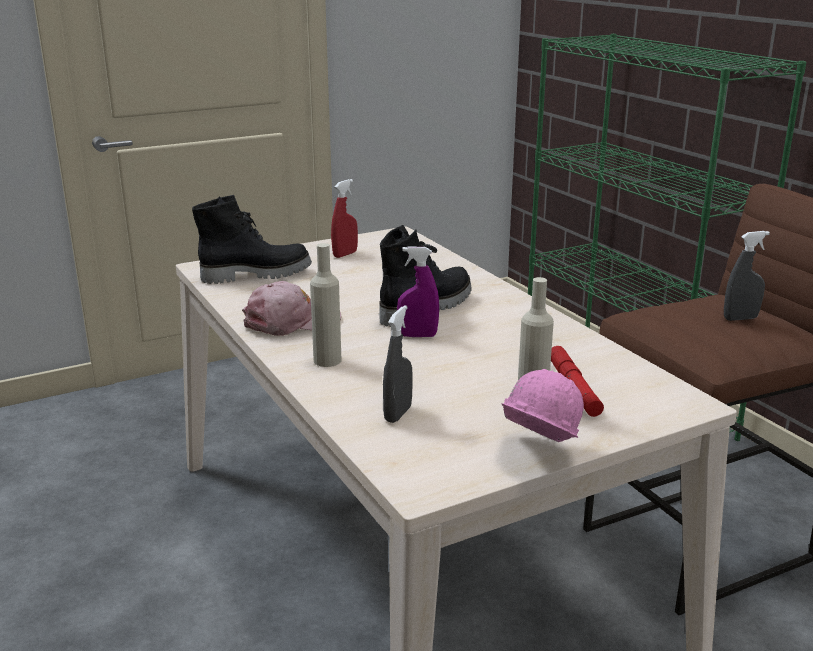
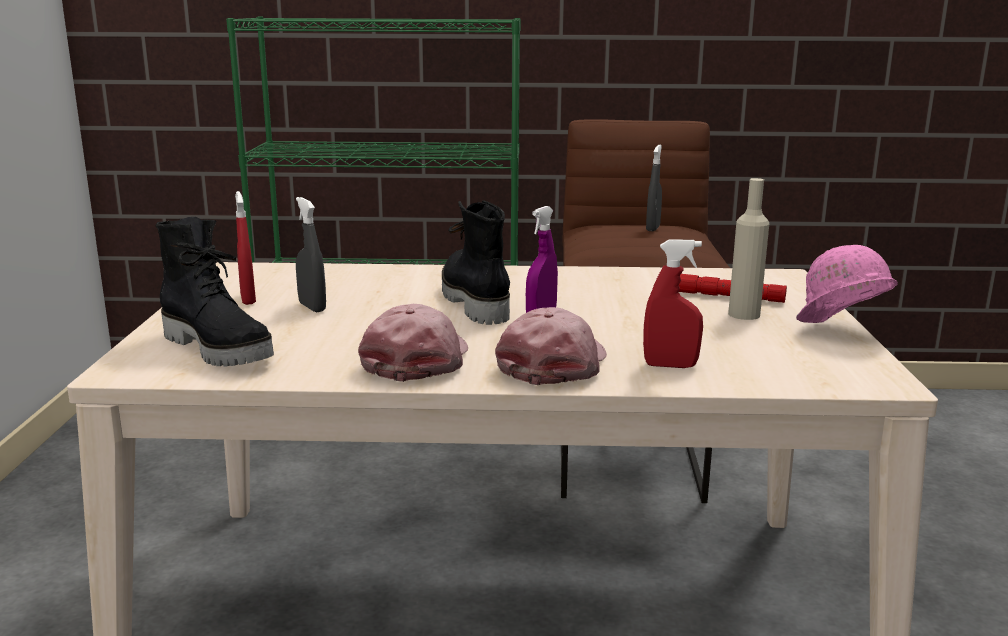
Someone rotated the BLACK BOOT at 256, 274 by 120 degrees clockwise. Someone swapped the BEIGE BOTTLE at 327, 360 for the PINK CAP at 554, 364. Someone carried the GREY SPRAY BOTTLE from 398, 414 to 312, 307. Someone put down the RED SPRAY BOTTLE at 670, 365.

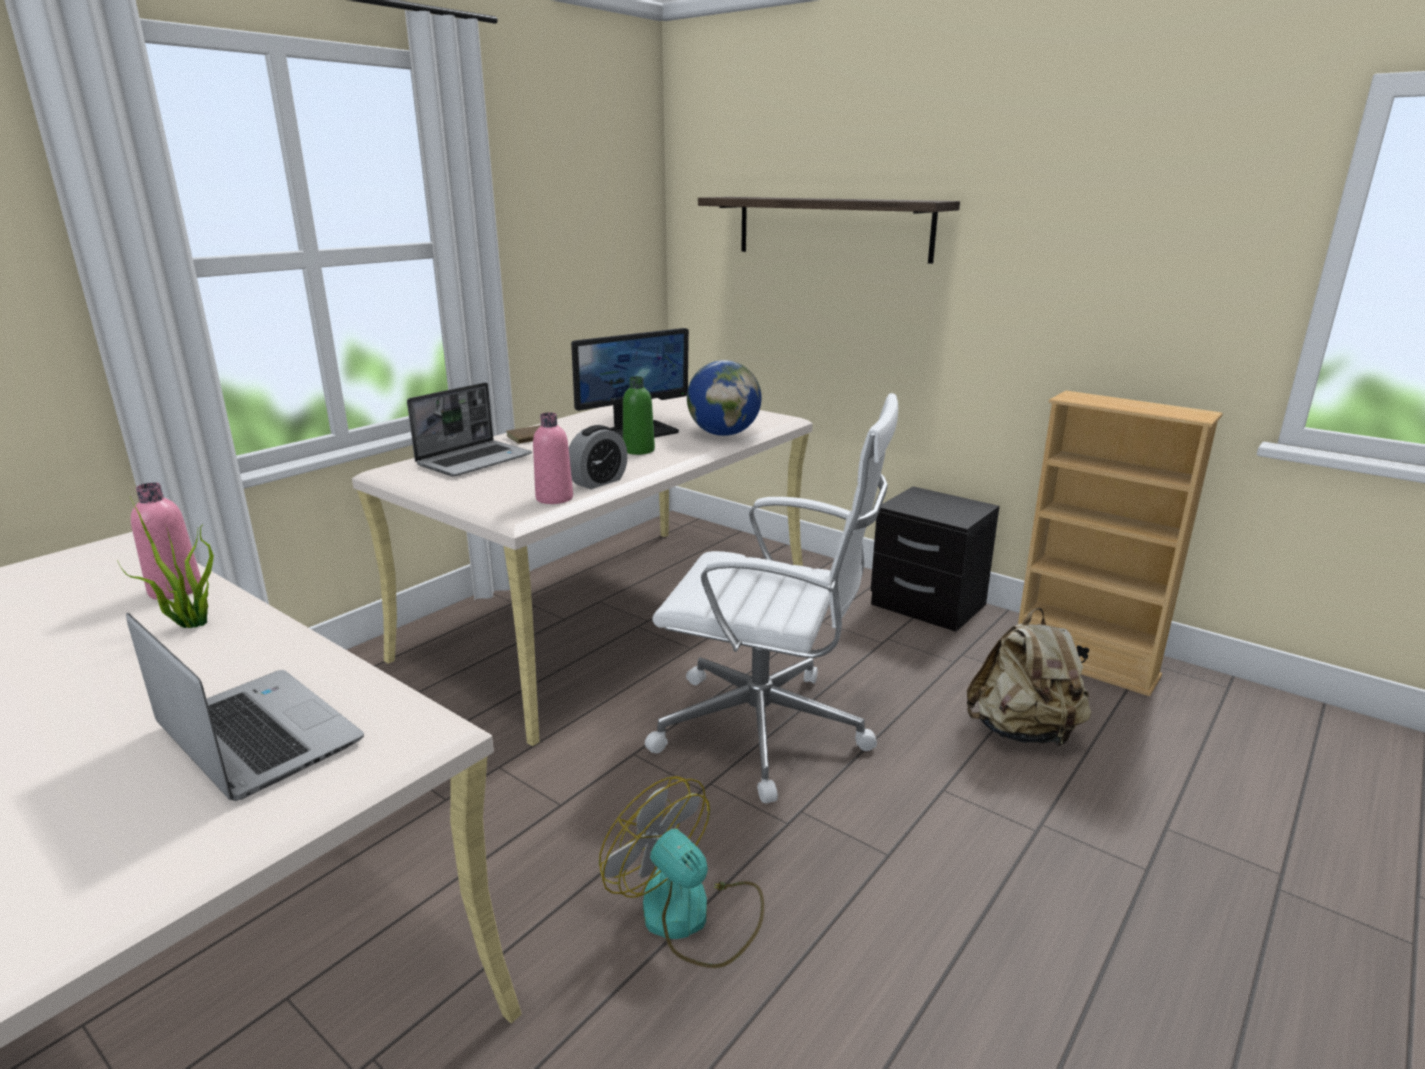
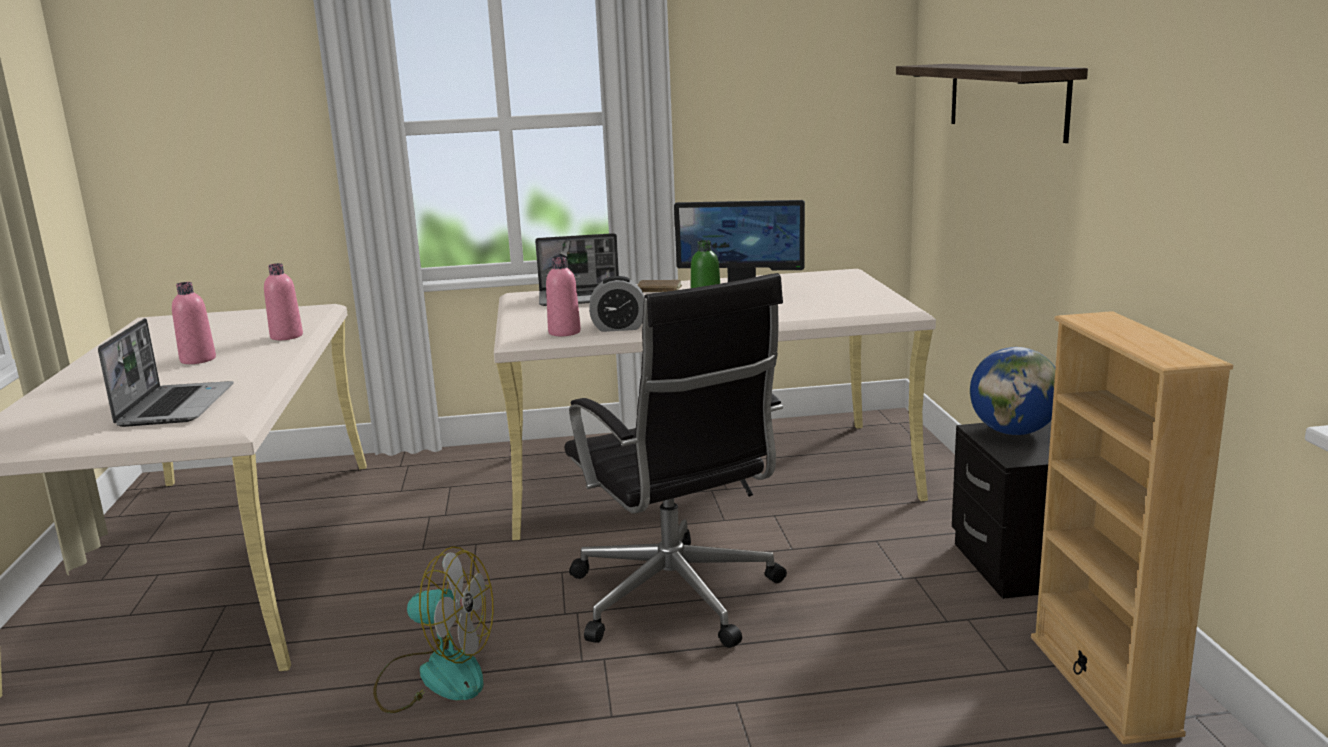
Someone took away the POTTED PLANT at 190, 624. Someone rotated the FAN at 690, 915 by 105 degrees clockwise. Someone repainted the WHITE OFFICE CHAIR at 768, 731, which became the BLACK OFFICE CHAIR at 676, 599. Someone carried the GLOBE from 723, 434 to 1012, 432. Someone took away the BEIGE BACKPACK at 1023, 732. Someone put down the PINK BOTTLE at 198, 360.

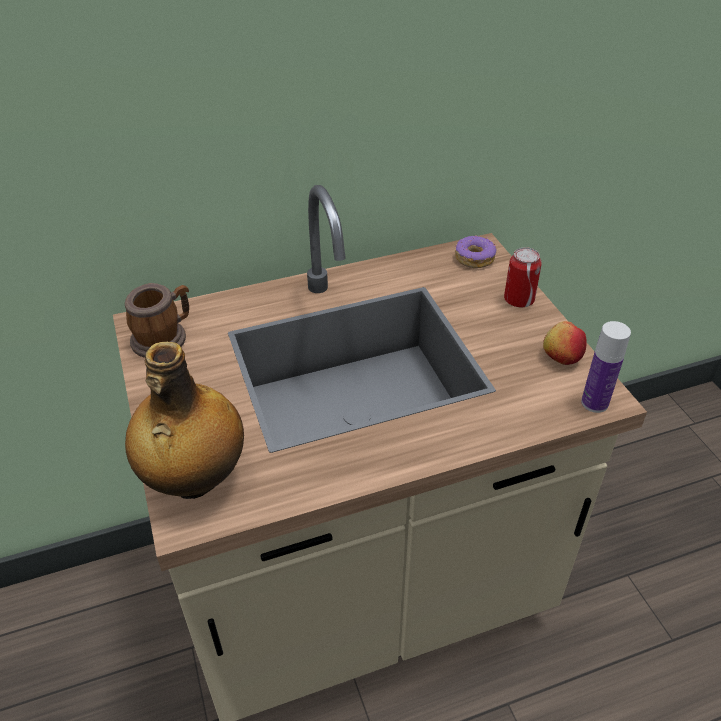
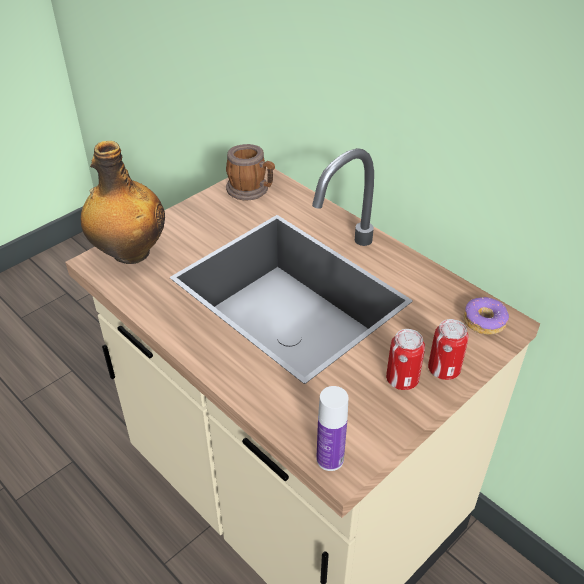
Someone took away the APPLE at 561, 356. Someone put down the CAN at 402, 379.

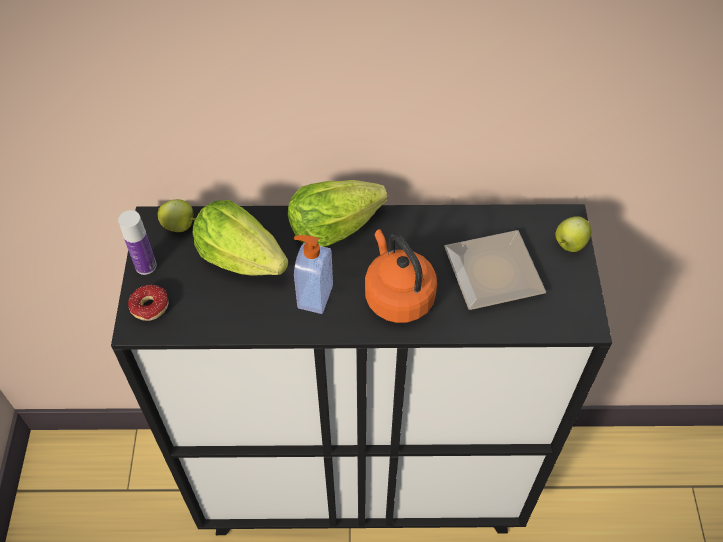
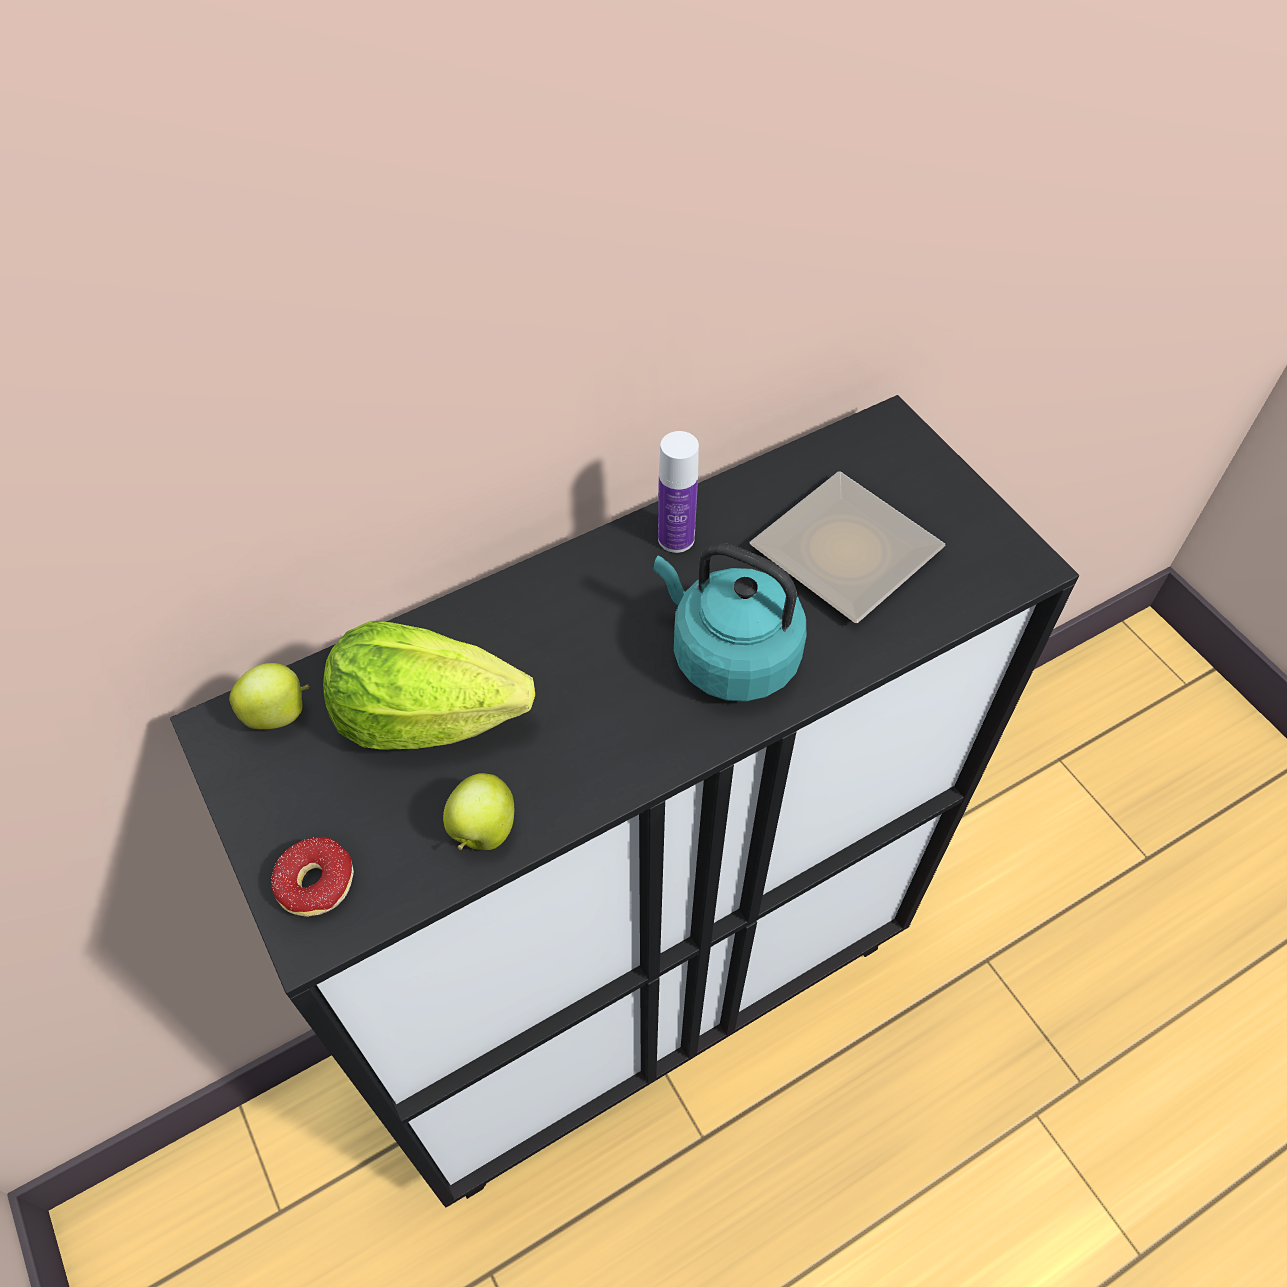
Someone carried the BOTTLE from 146, 266 to 676, 538. Someone took away the LETTUCE at 333, 228. Someone took away the SOAP DISPENSER at 314, 296. Someone repainted the ORANGE KETTLE at 397, 295, which became the TURQUOISE KETTLE at 728, 655. Someone carried the APPLE from 569, 244 to 483, 831.

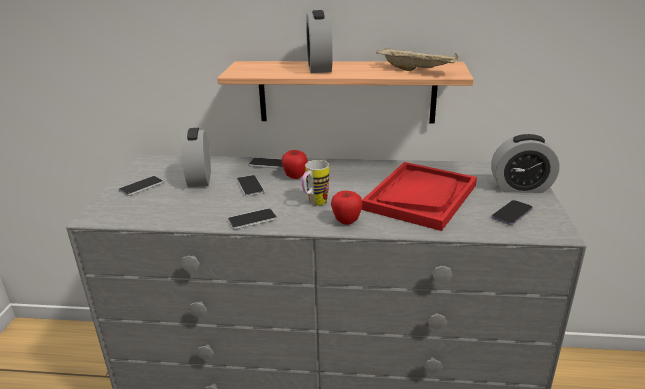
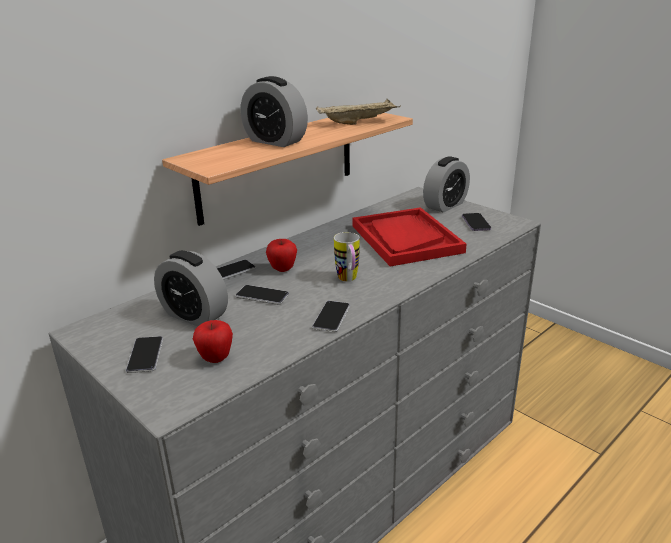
Someone carried the APPLE from 346, 221 to 215, 358.

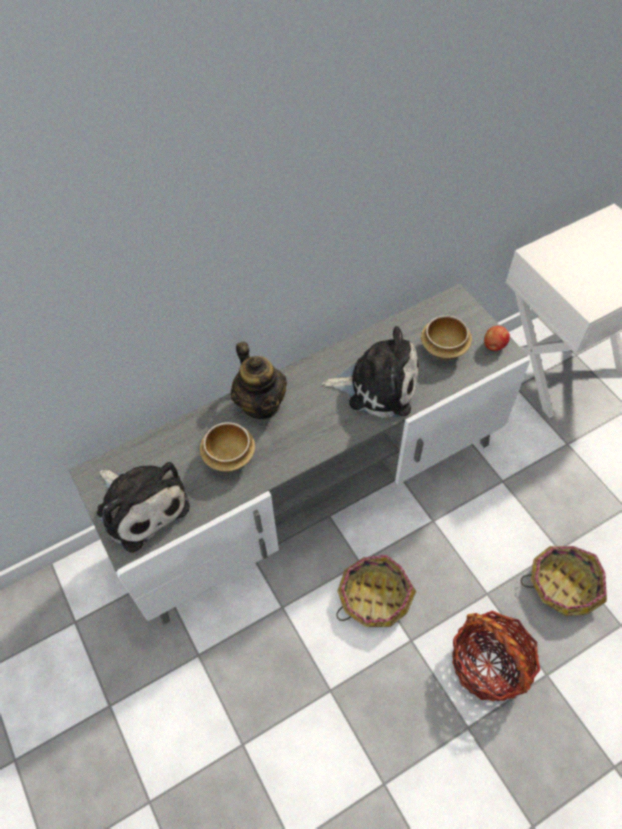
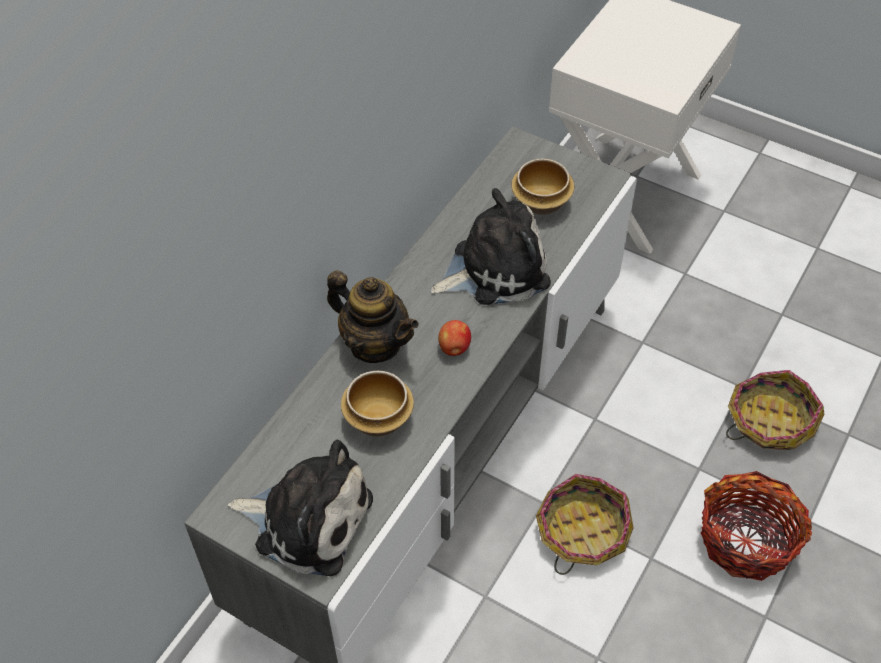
Someone carried the APPLE from 494, 346 to 454, 348.

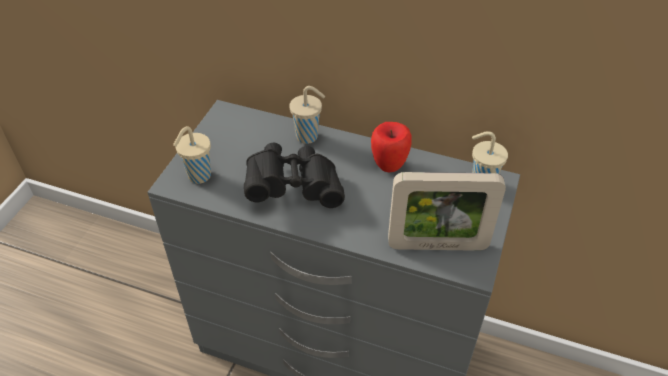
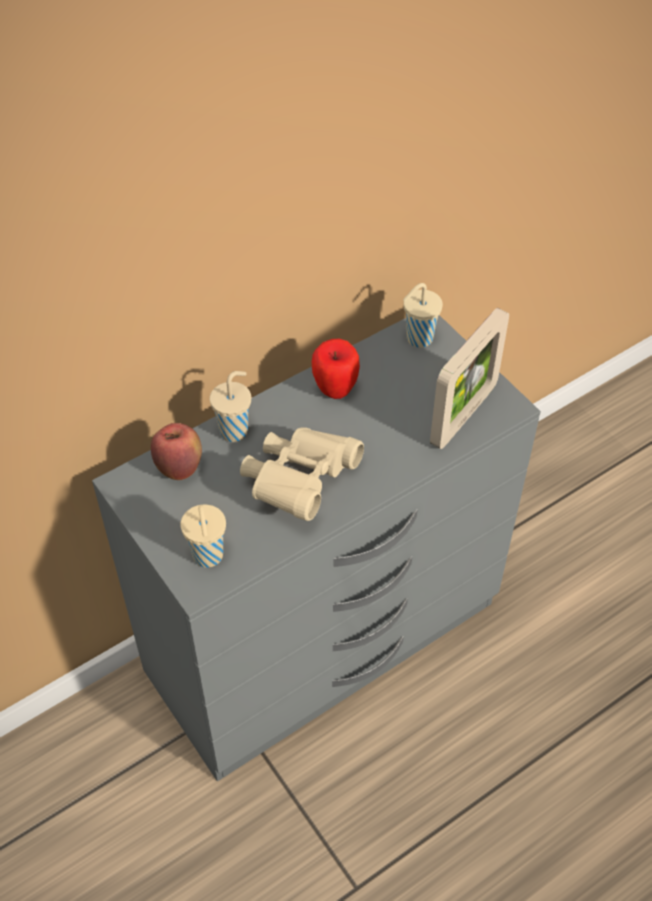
Someone repainted the BLACK BINOCULARS at 294, 188, which became the BEIGE BINOCULARS at 299, 482. Someone put down the APPLE at 179, 468.

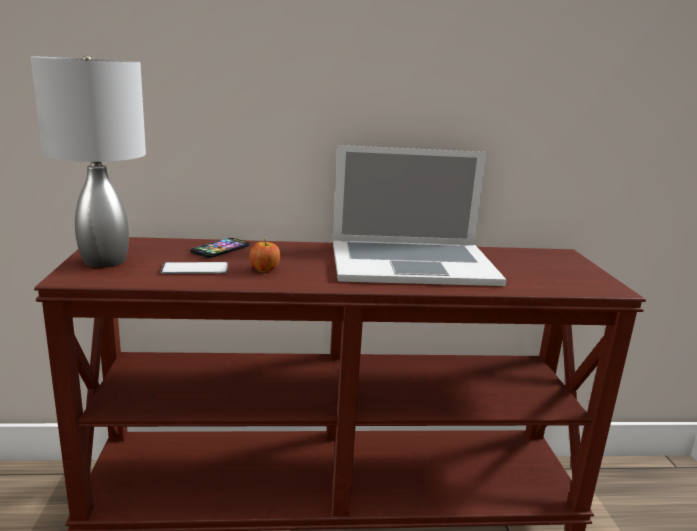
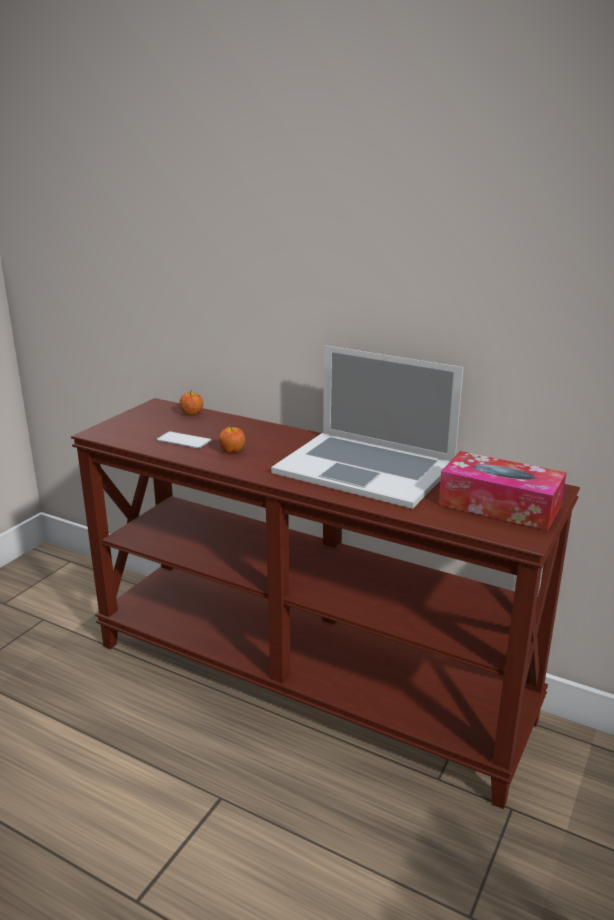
Someone took away the GREY TABLE LAMP at 106, 261. Someone took away the PHONE at 220, 249. Someone put down the APPLE at 191, 413. Someone put down the TISSUE BOX at 499, 505.

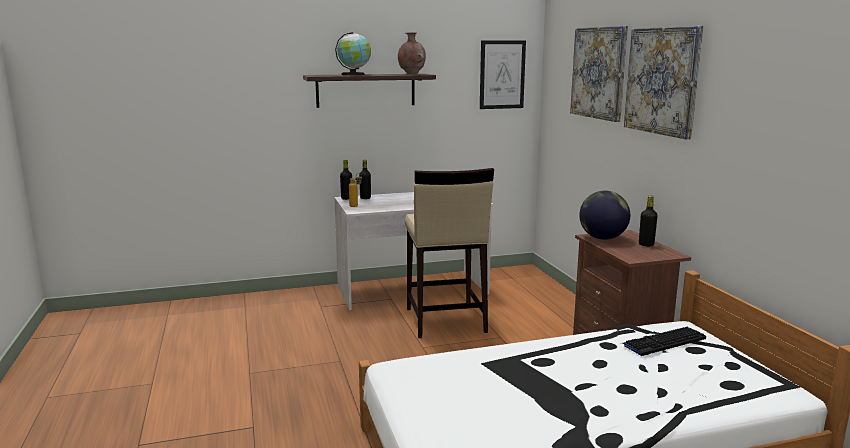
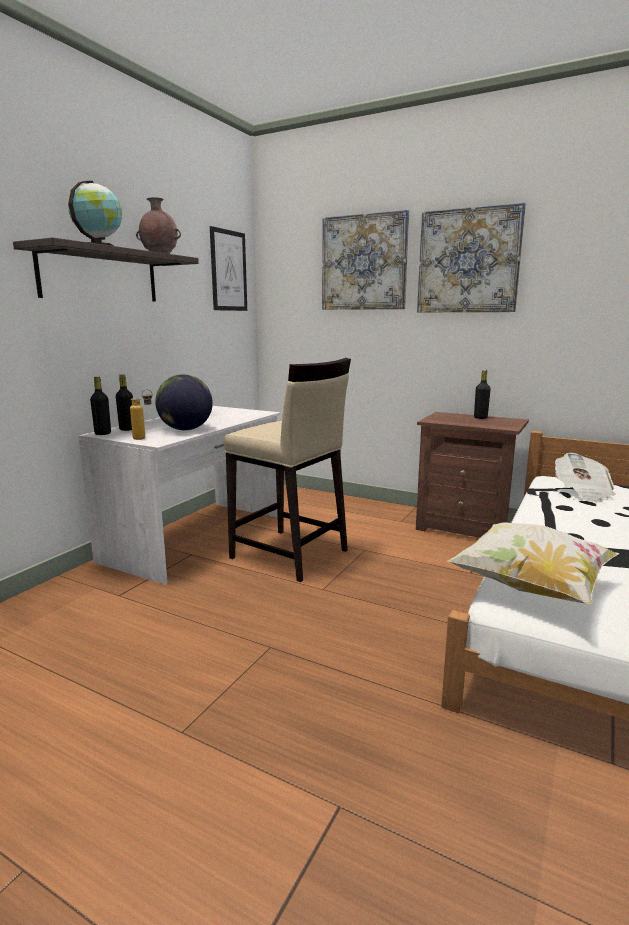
Someone carried the GLOBE from 602, 238 to 185, 429. Someone swapped the KEYBOARD at 663, 342 for the NEWSPAPER at 582, 492. Someone put down the PILLOW at 530, 587.

